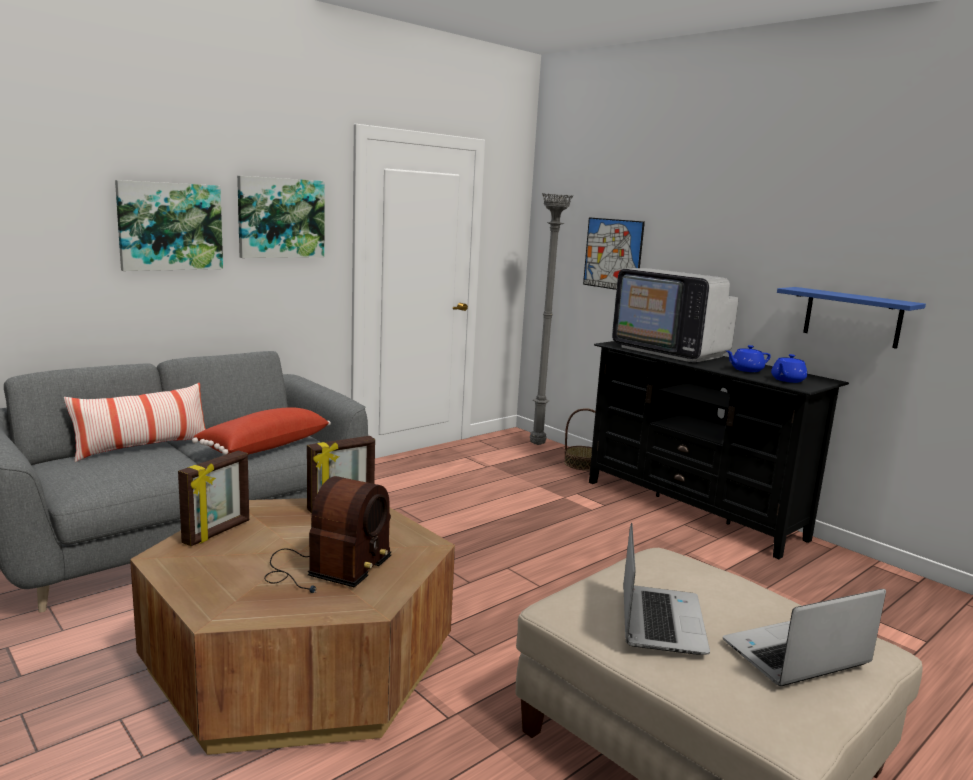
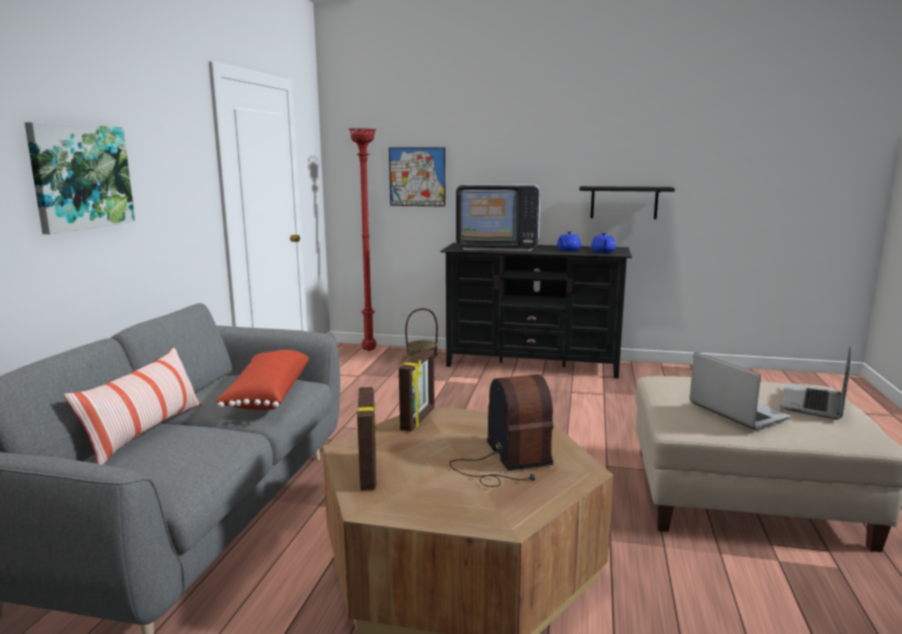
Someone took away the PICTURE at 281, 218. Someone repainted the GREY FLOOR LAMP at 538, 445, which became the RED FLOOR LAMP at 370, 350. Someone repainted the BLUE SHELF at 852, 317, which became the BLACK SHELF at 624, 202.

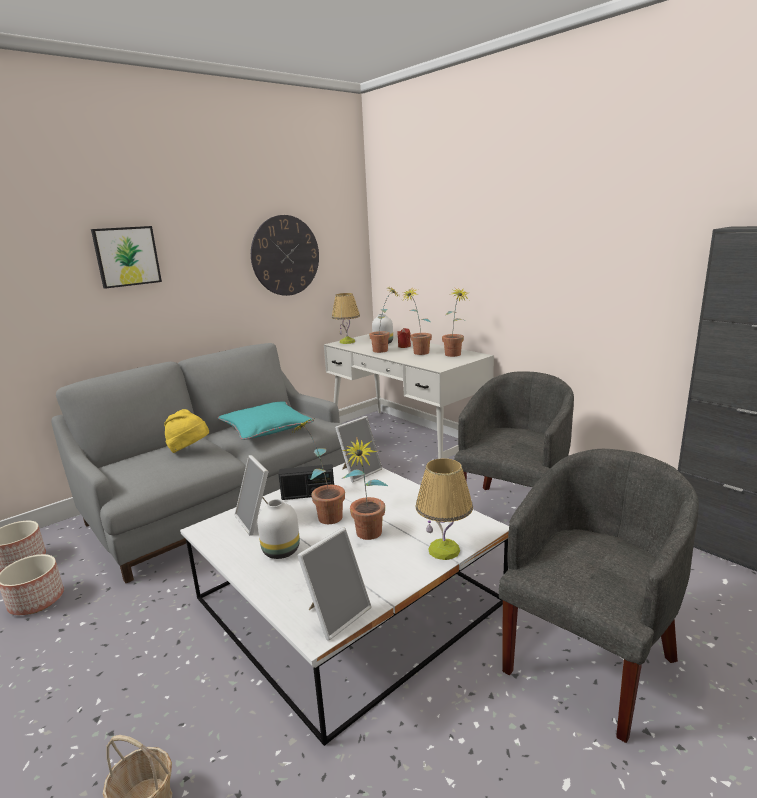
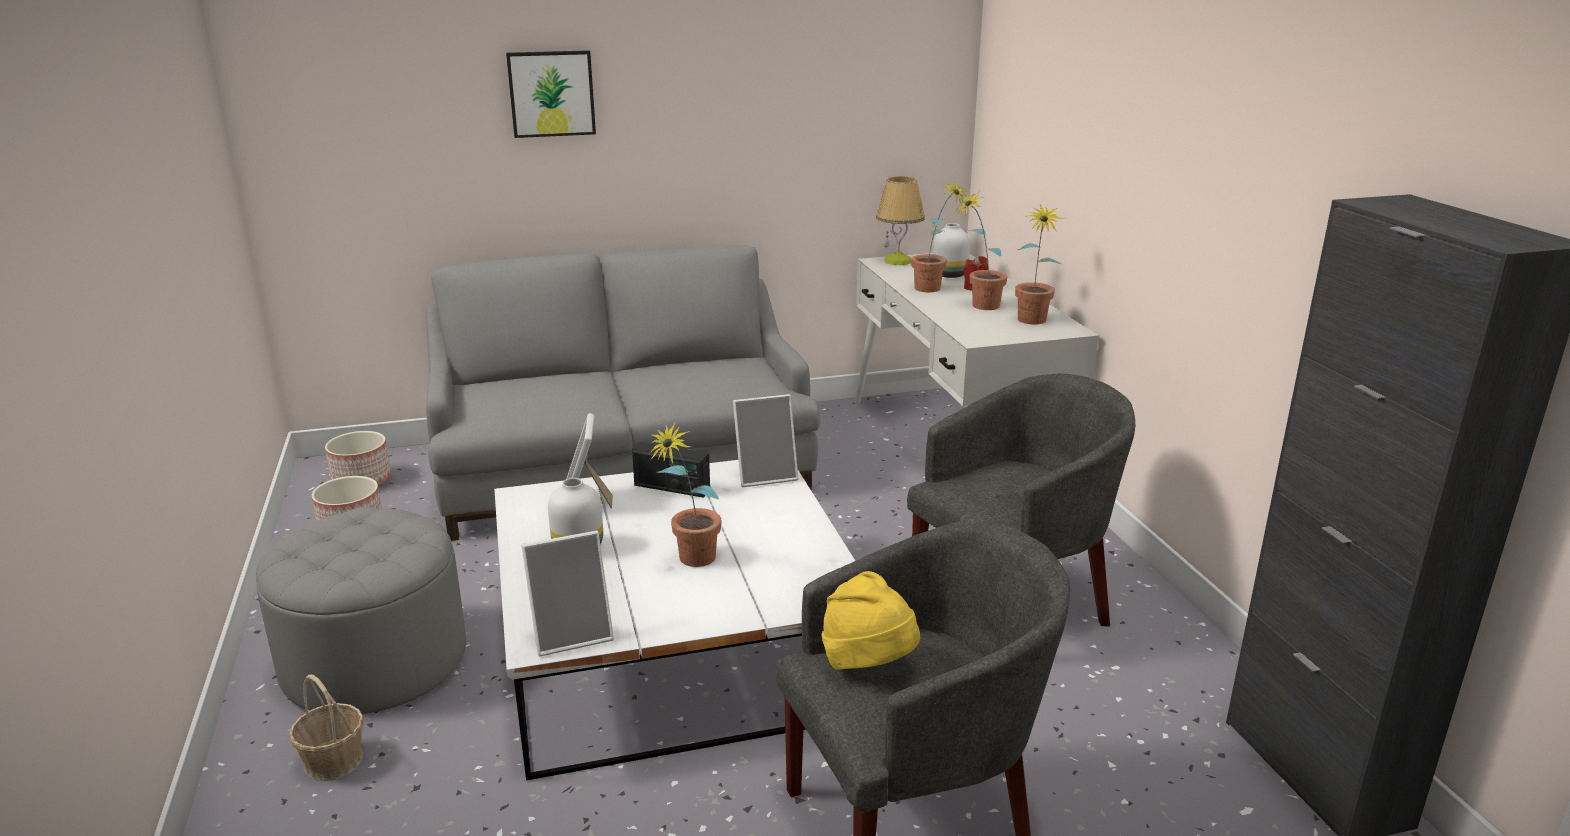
Someone carried the YELLOW HAT from 189, 450 to 869, 664. Someone took away the TURQUOISE PILLOW at 266, 427. Someone took away the WALL CLOCK at 285, 255. Someone took away the POTTED PLANT at 324, 515. Someone took away the TABLE LAMP at 444, 550. Someone put down the GREY OTTOMAN at 375, 661.

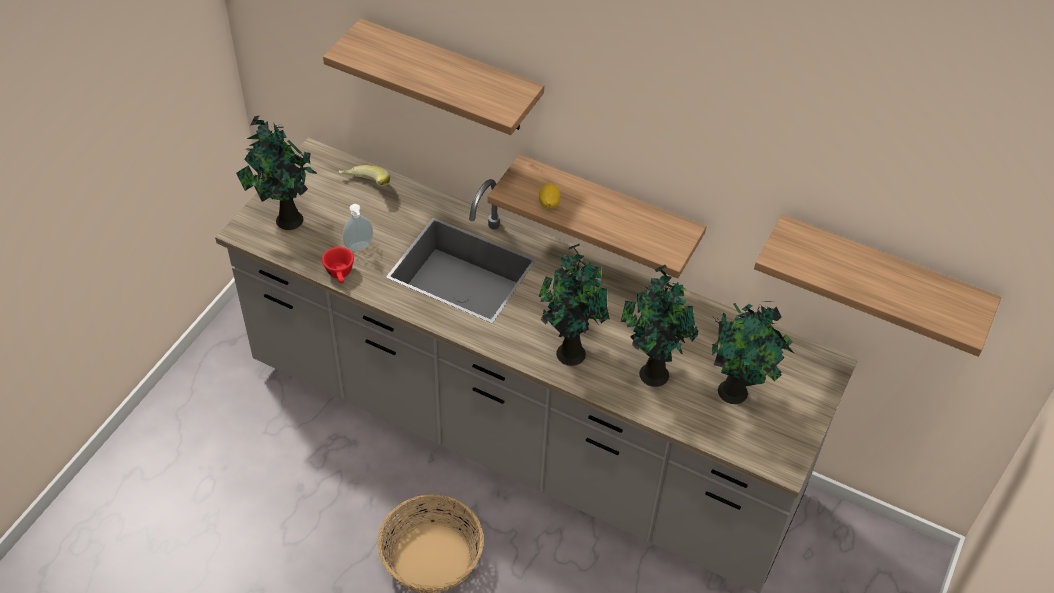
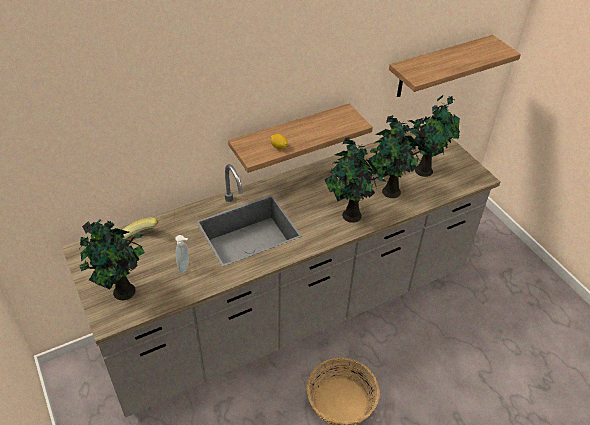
Someone took away the RED CUP at 340, 275. Someone took away the SHELF at 451, 77.

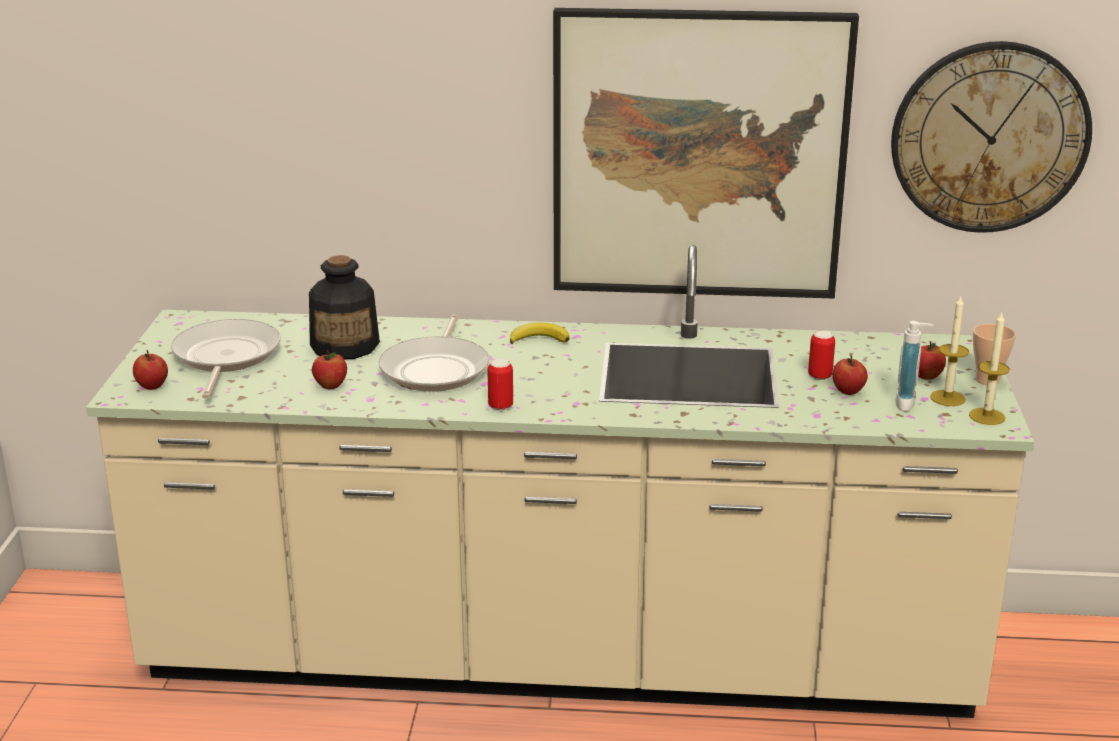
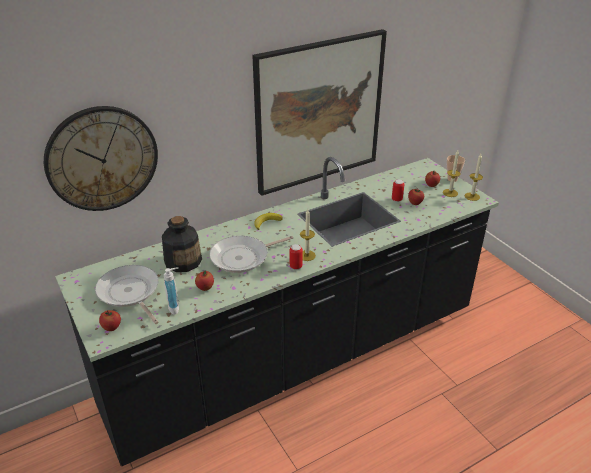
Someone repainted the BEIGE COUNTER at 559, 659, which became the BLACK COUNTER at 295, 359. Someone rotated the FRYING PAN at 437, 369 by 90 degrees clockwise. Someone carried the WALL CLOCK from 989, 137 to 102, 159. Someone carried the SOAP DISPENSER from 909, 404 to 176, 307. Someone put down the CANDLE at 307, 255.

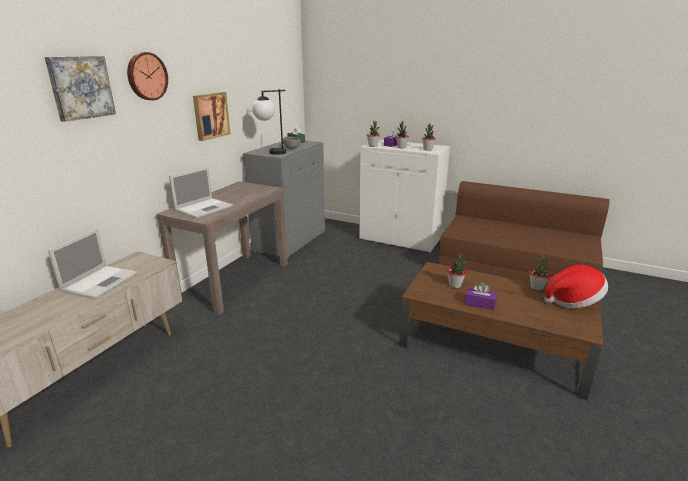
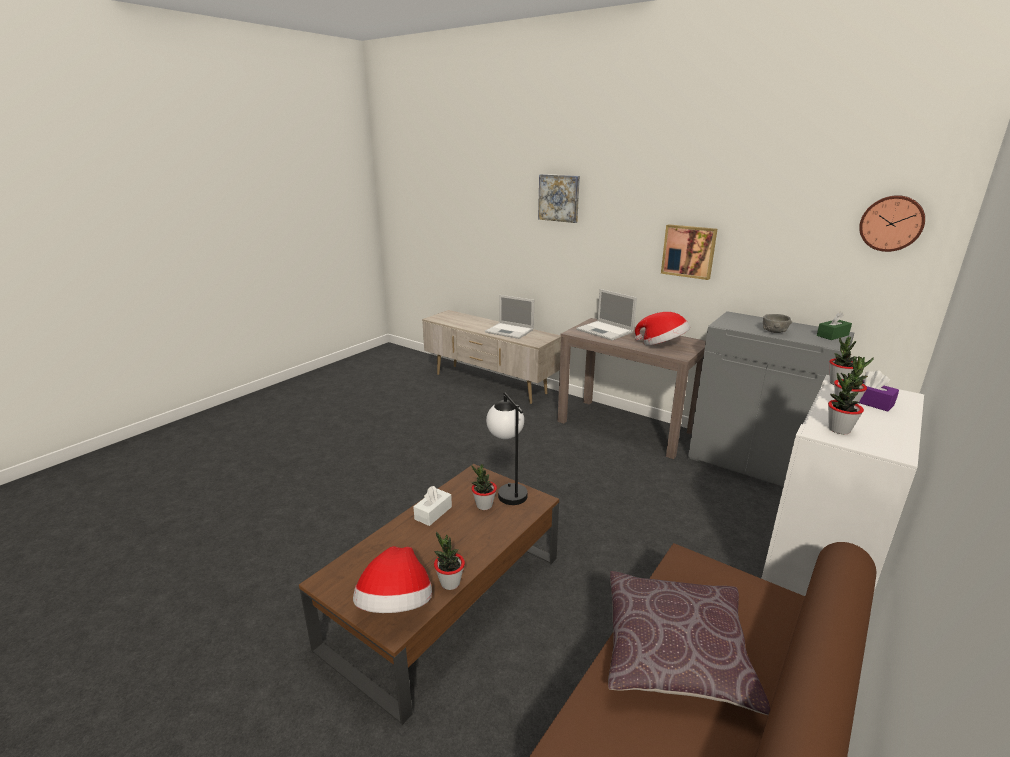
Someone carried the WALL CLOCK from 146, 76 to 891, 223. Someone carried the TABLE LAMP from 271, 153 to 508, 489. Someone repainted the PURPLE TISSUE BOX at 479, 303, which became the WHITE TISSUE BOX at 433, 513. Someone put down the BROWN PILLOW at 675, 652. Someone put down the HAT at 662, 345.

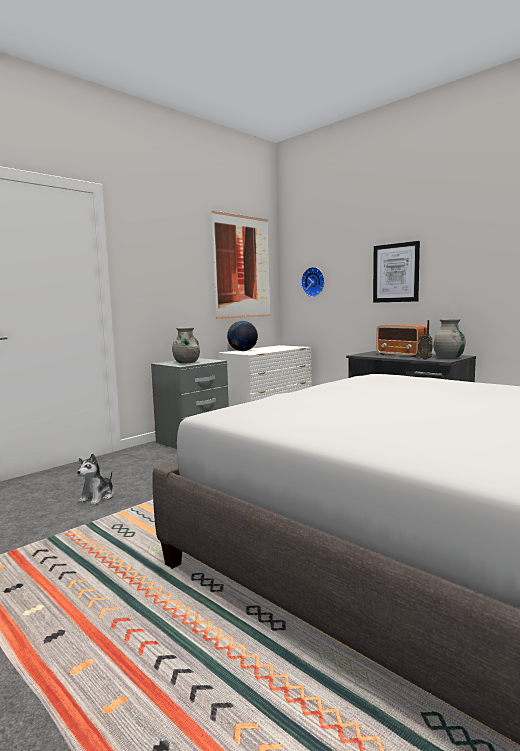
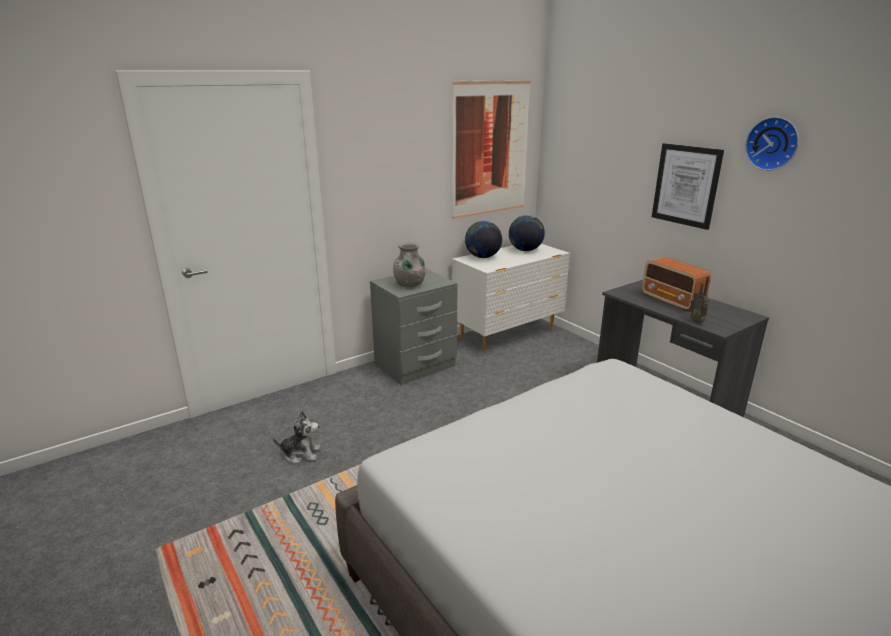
Someone rotated the PLUSH TOY at 97, 497 by 120 degrees counterclockwise. Someone carried the WALL CLOCK from 314, 282 to 773, 143. Someone took away the GREY VASE at 448, 357. Someone put down the GLOBE at 525, 250.

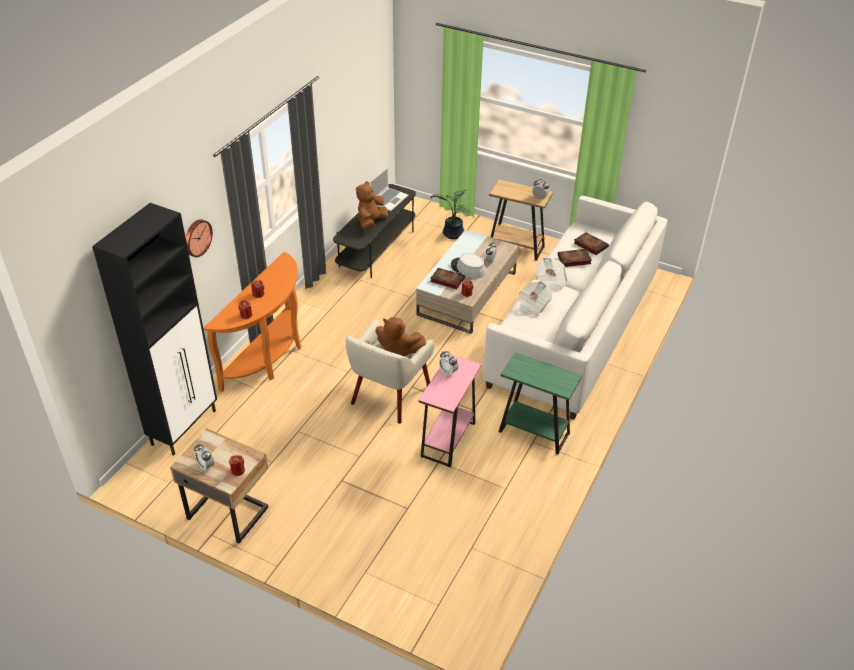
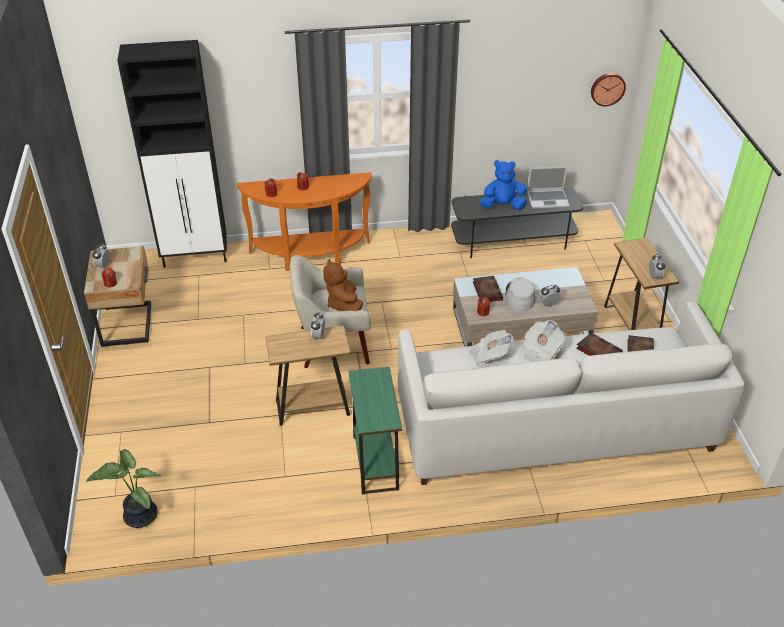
Someone carried the WALL CLOCK from 196, 237 to 607, 88. Someone repainted the BROWN PLUSH TOY at 371, 222, which became the BLUE PLUSH TOY at 502, 206. Someone repainted the PINK SIDE TABLE at 448, 439, which became the BROWN SIDE TABLE at 312, 408. Someone carried the POTTED PLANT from 452, 234 to 138, 516.

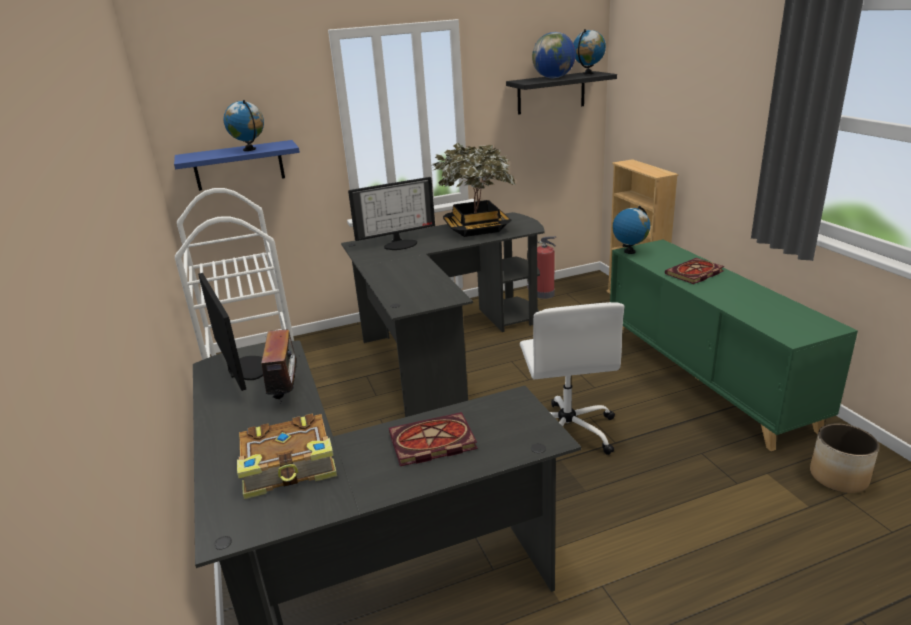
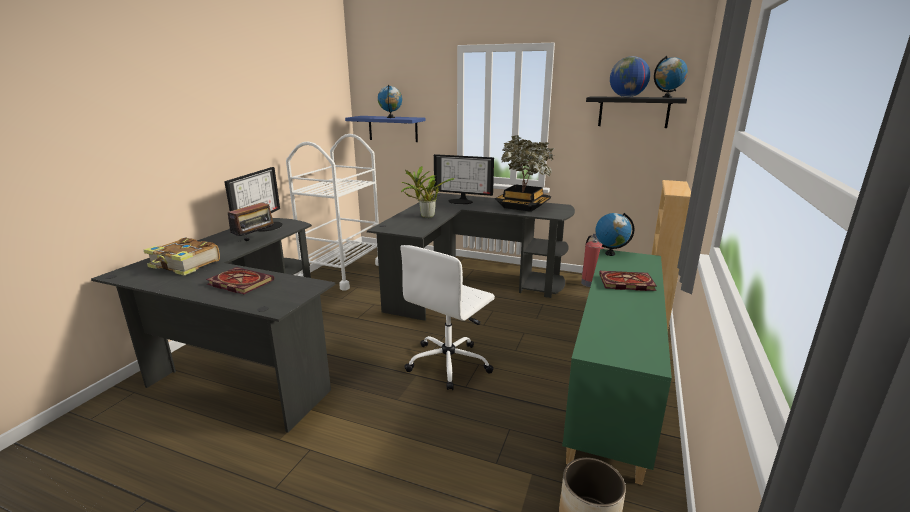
Someone put down the POTTED PLANT at 425, 216.

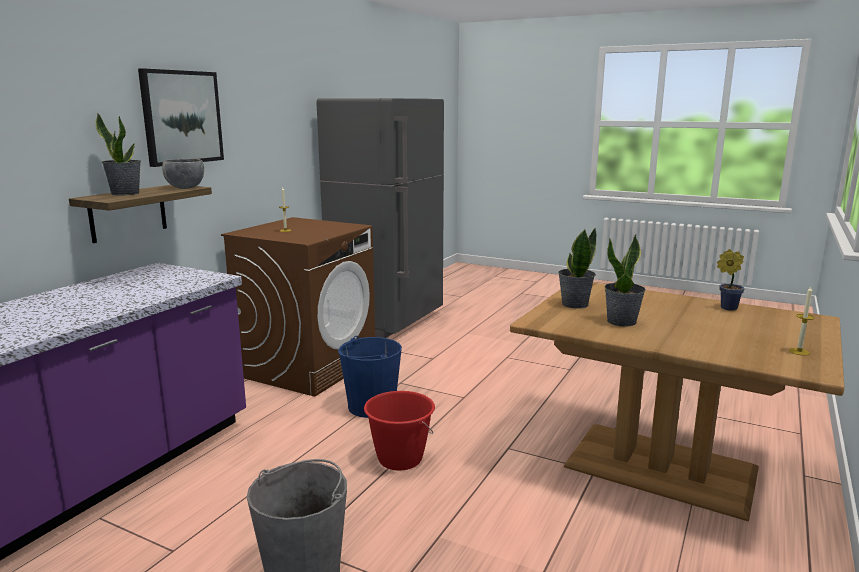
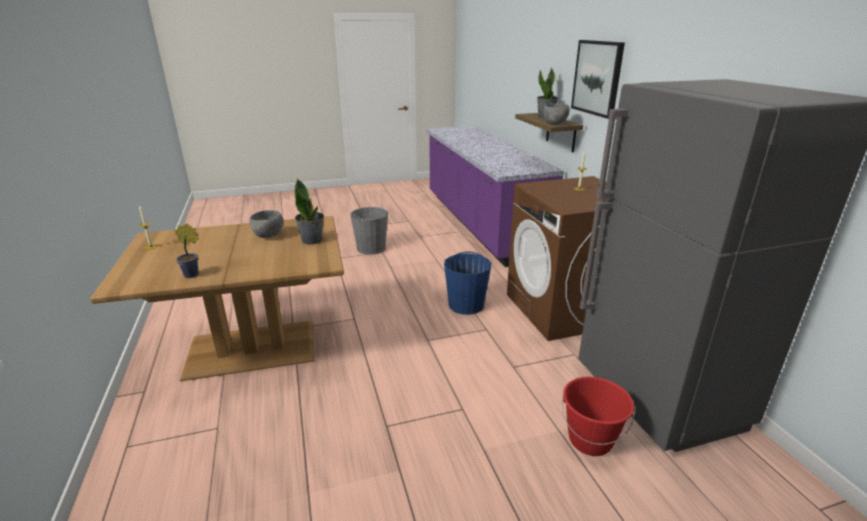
Someone carried the RED BUCKET from 399, 459 to 590, 440. Someone swapped the POTTED PLANT at 622, 321 for the GREY BOWL at 269, 236.

